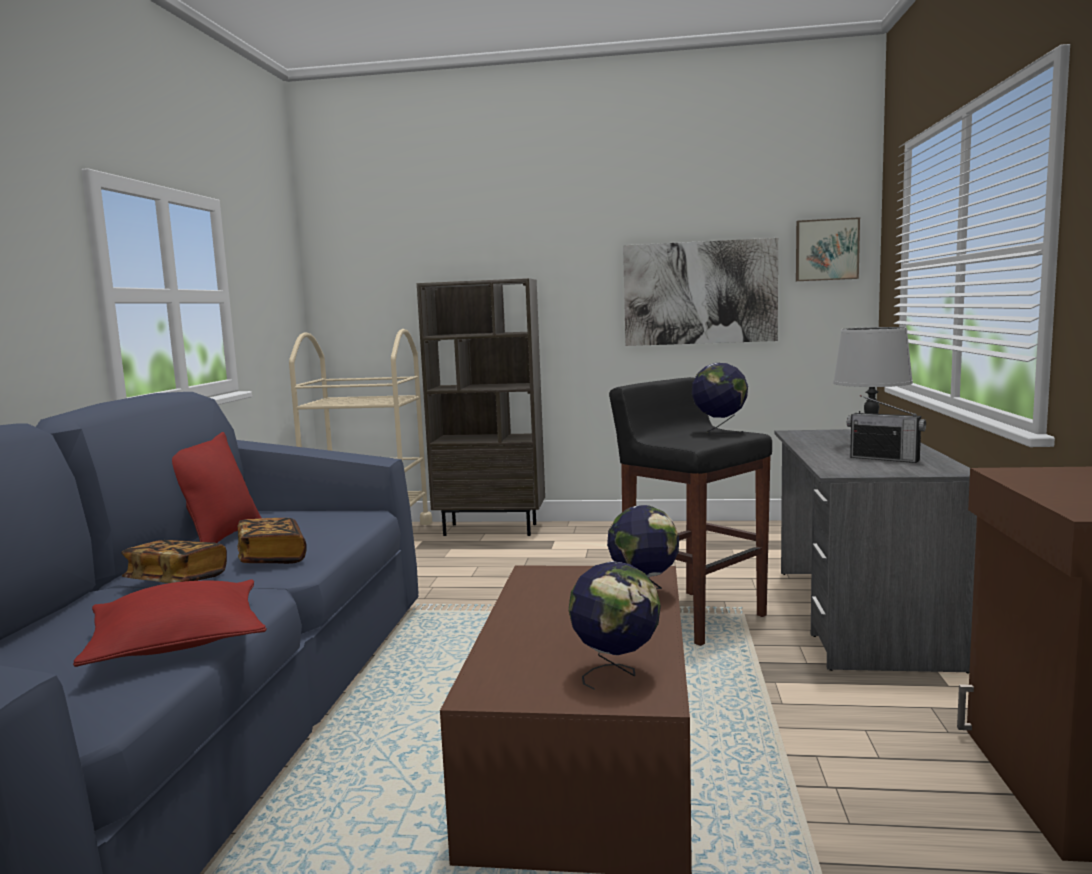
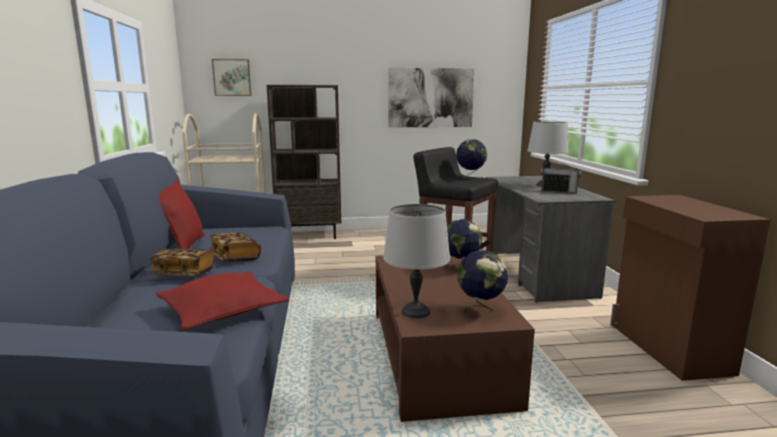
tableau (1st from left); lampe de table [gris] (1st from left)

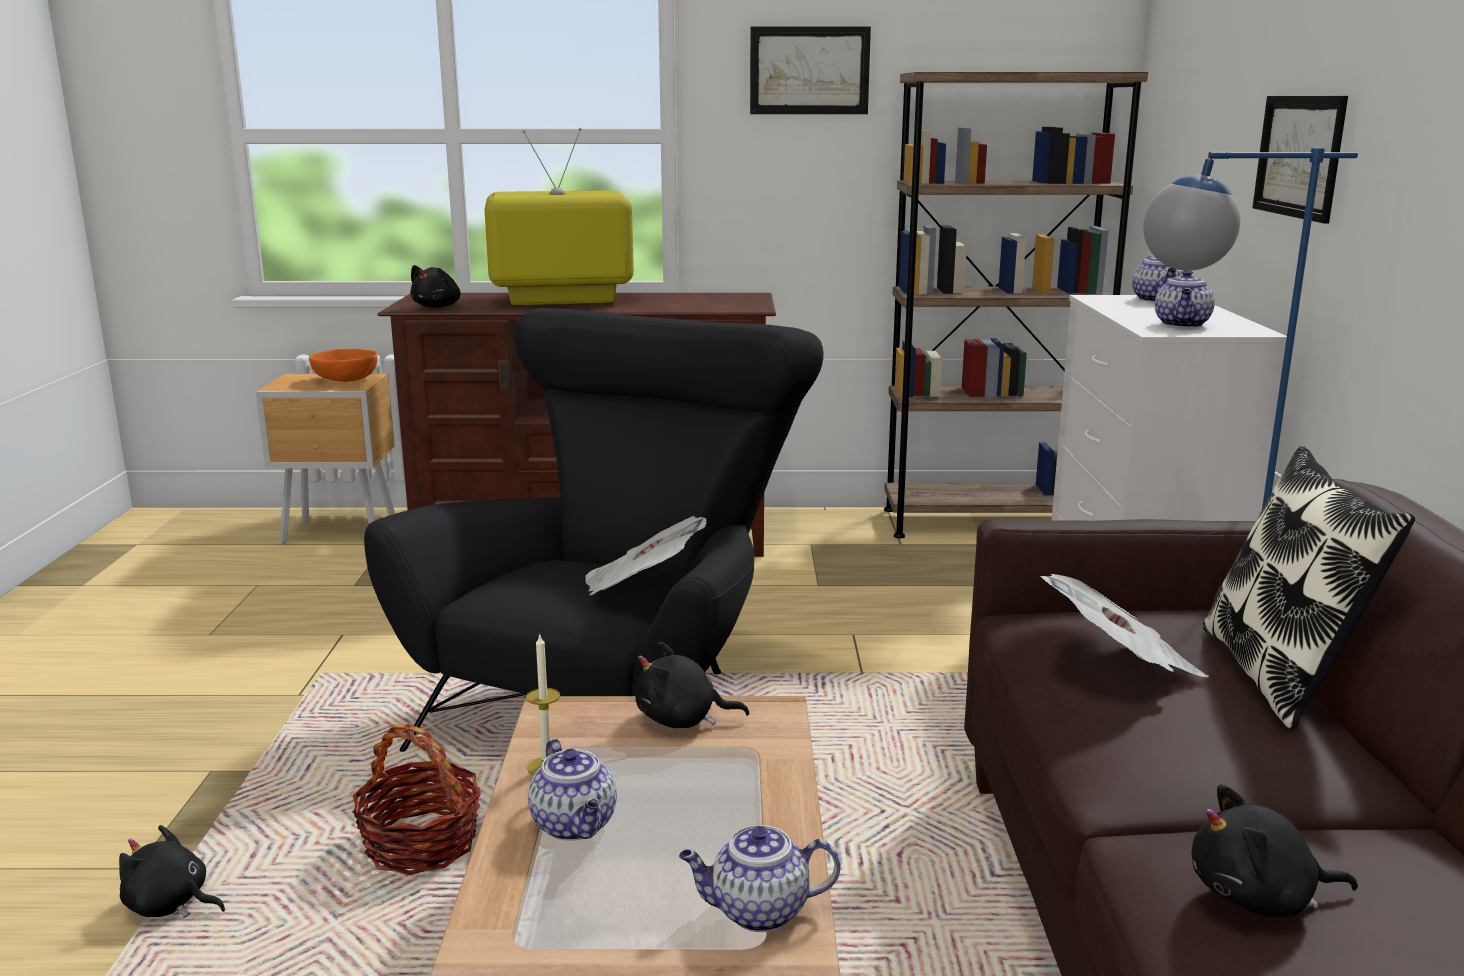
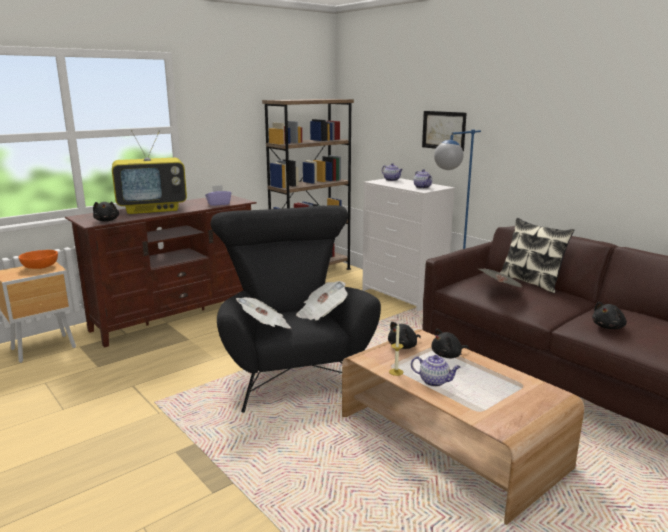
téléviseur; boîte à mouchoirs [violet]; journal (1st from left); peluche [noir] (3rd from left); panier; théière (2nd from left in the first image); tableau (1st from left in the first image)

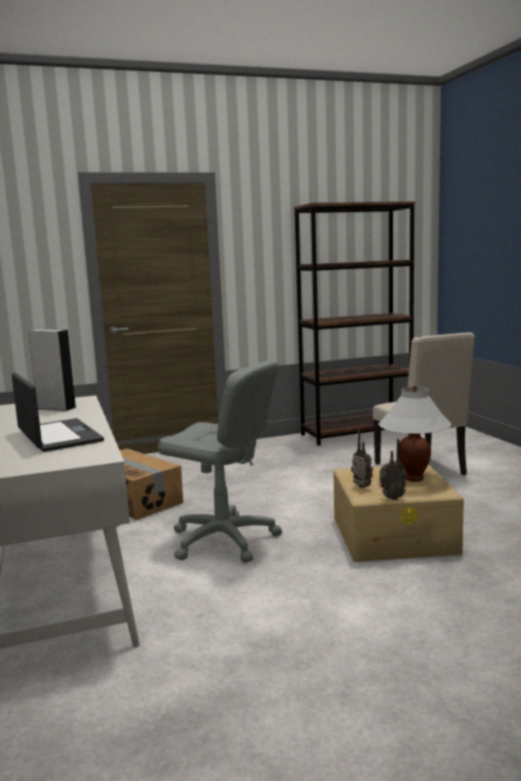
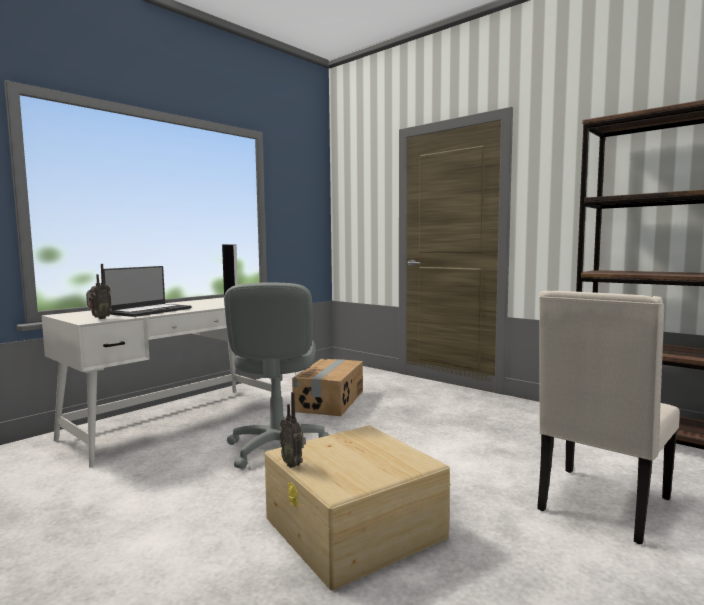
radio (1st from left); lampe de table [blanc]

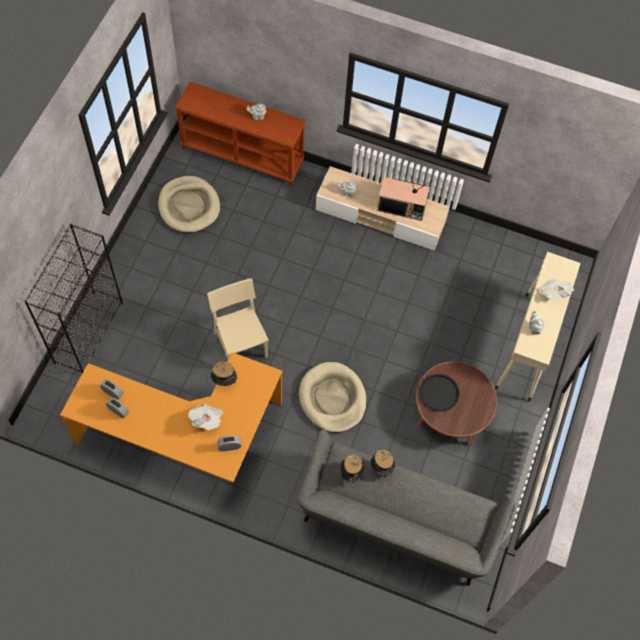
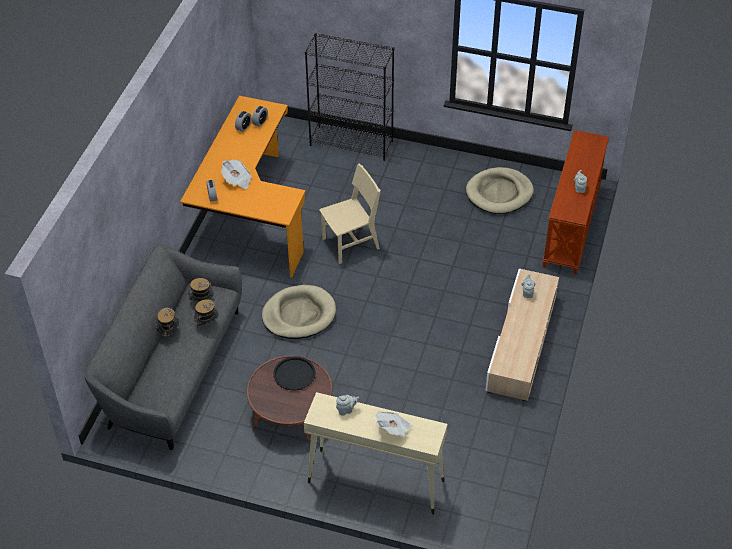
chapeau (1st from left); téléviseur

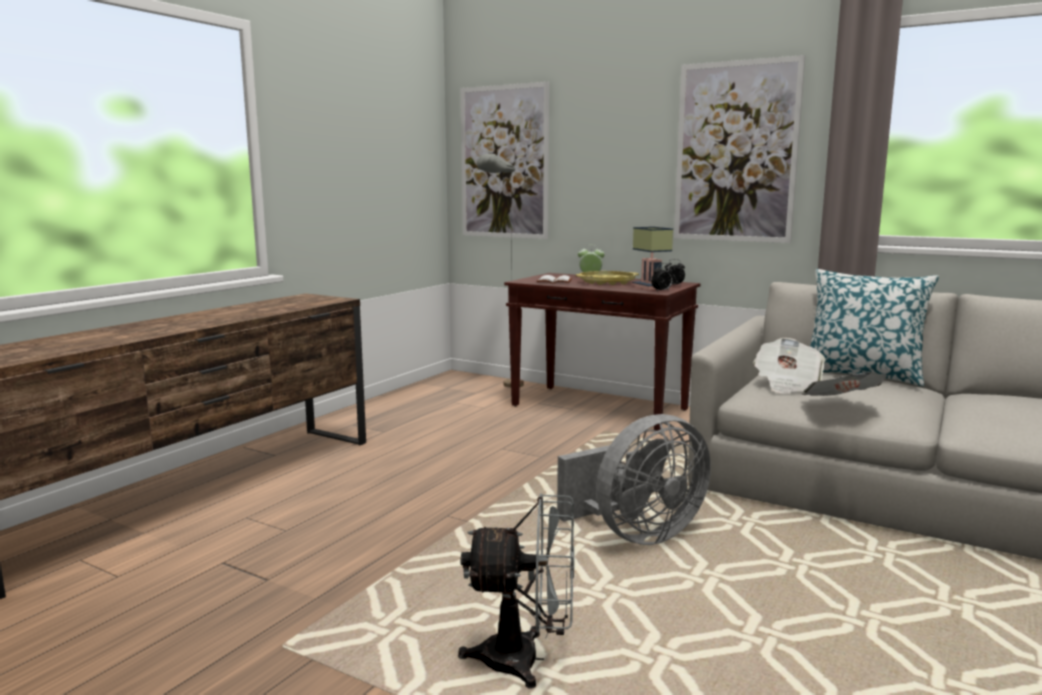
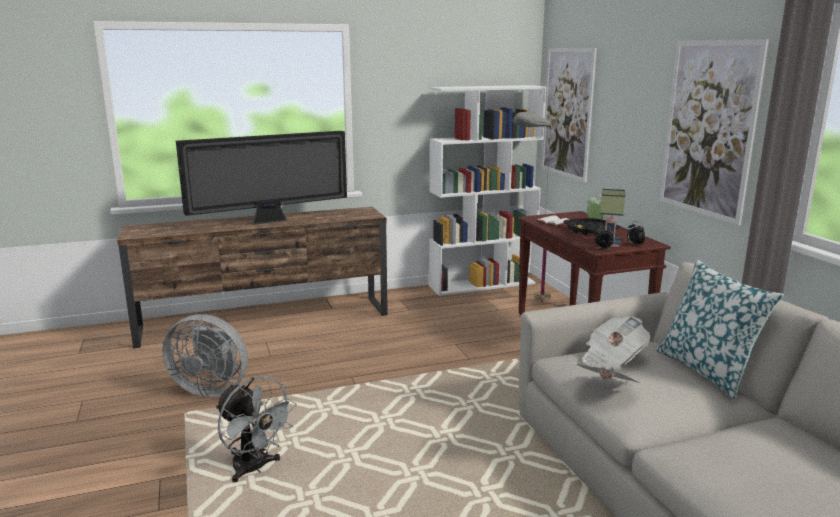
ventilateur [gris] (1st from left); téléviseur; bibliothèque [blanc]; plateau [noir]

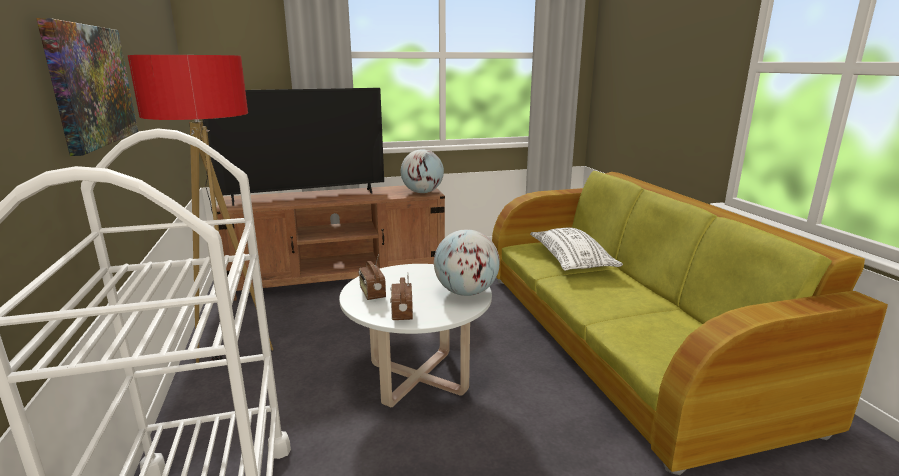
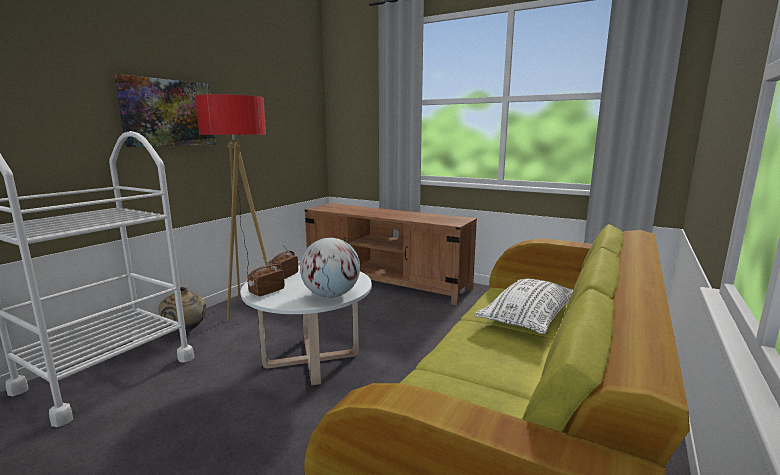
vase [beige]; téléviseur; globe (1st from left in the first image)

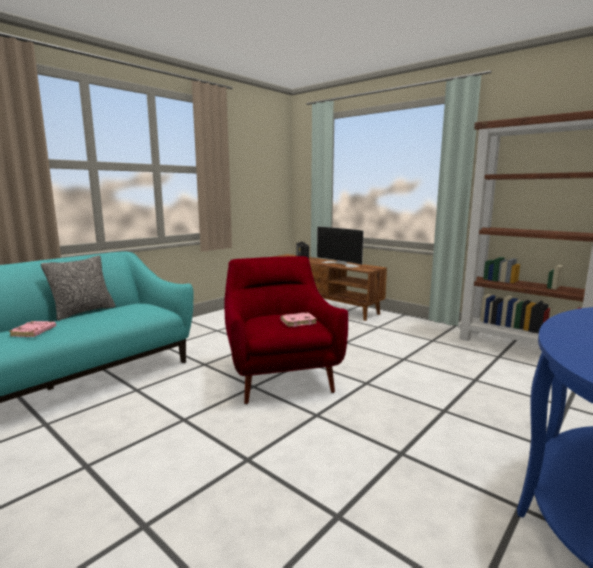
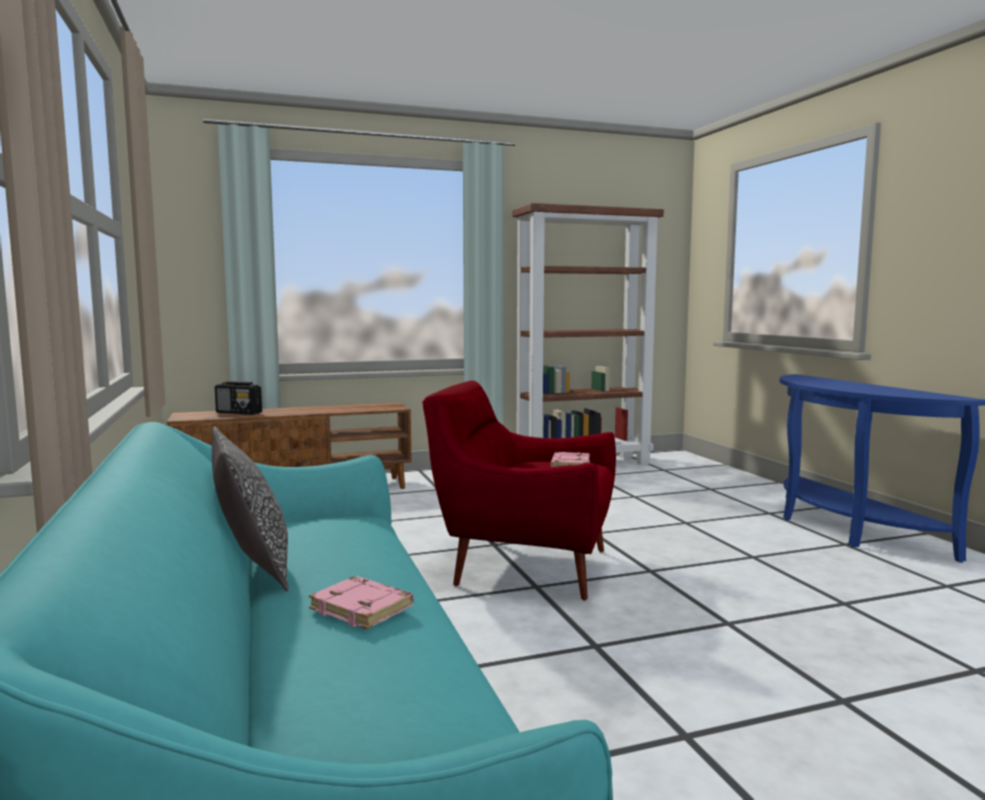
téléviseur

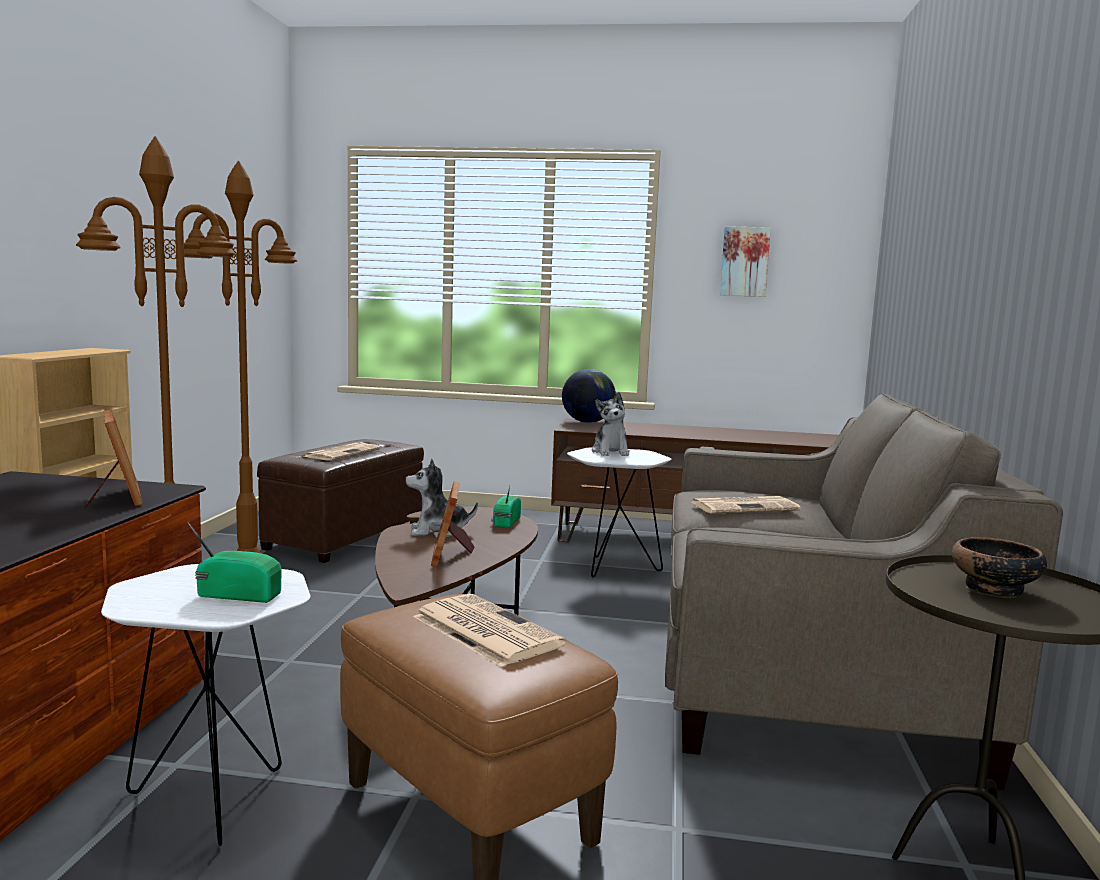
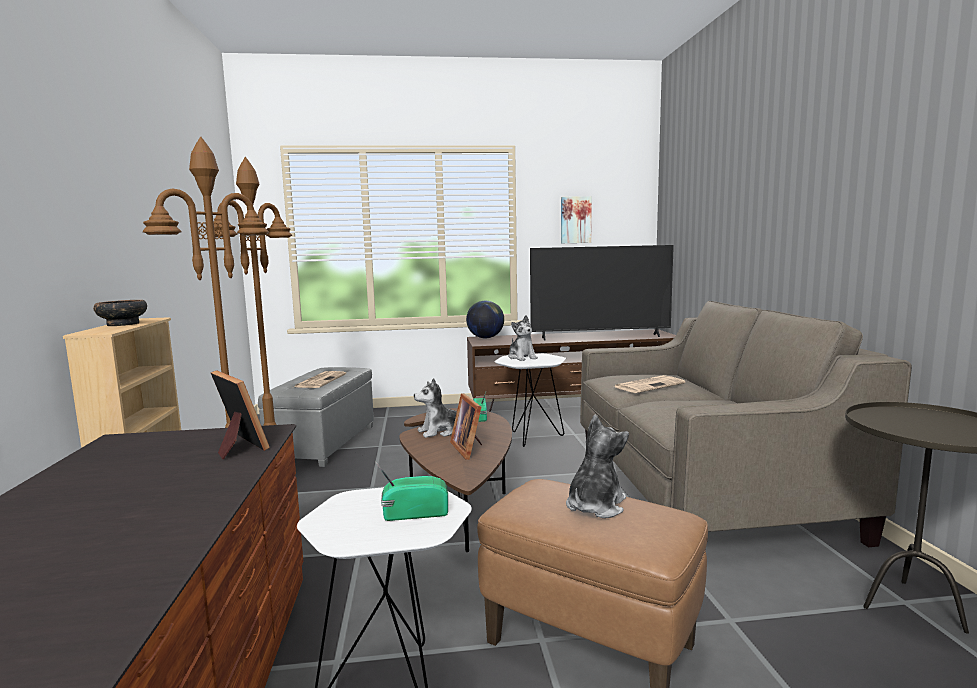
bol; pouf [gris]; téléviseur; peluche (3rd from left)

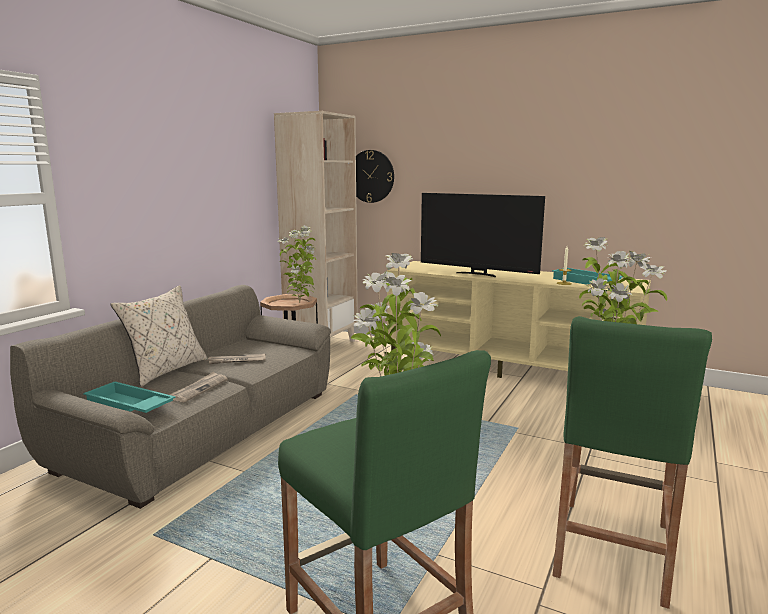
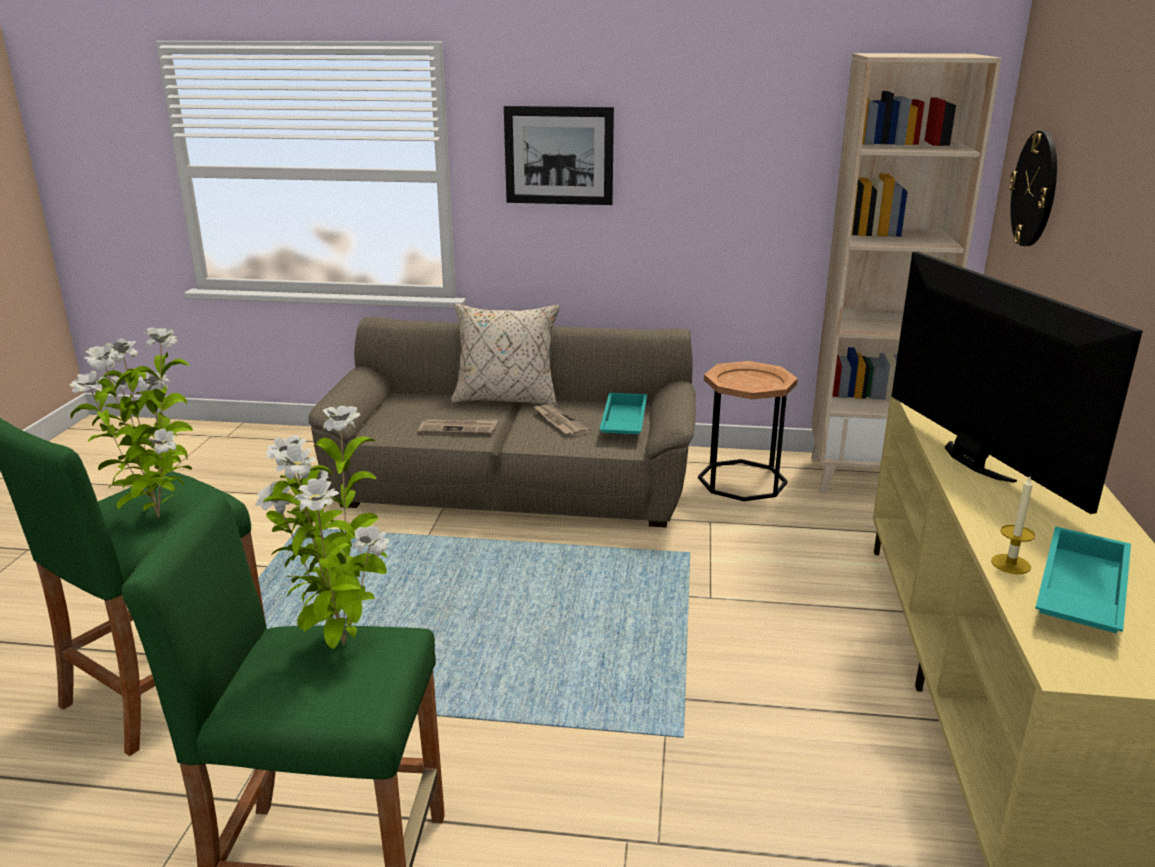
tableau; plateau [turquoise] (1st from left); téléviseur; plante en pot (1st from left in the first image)

